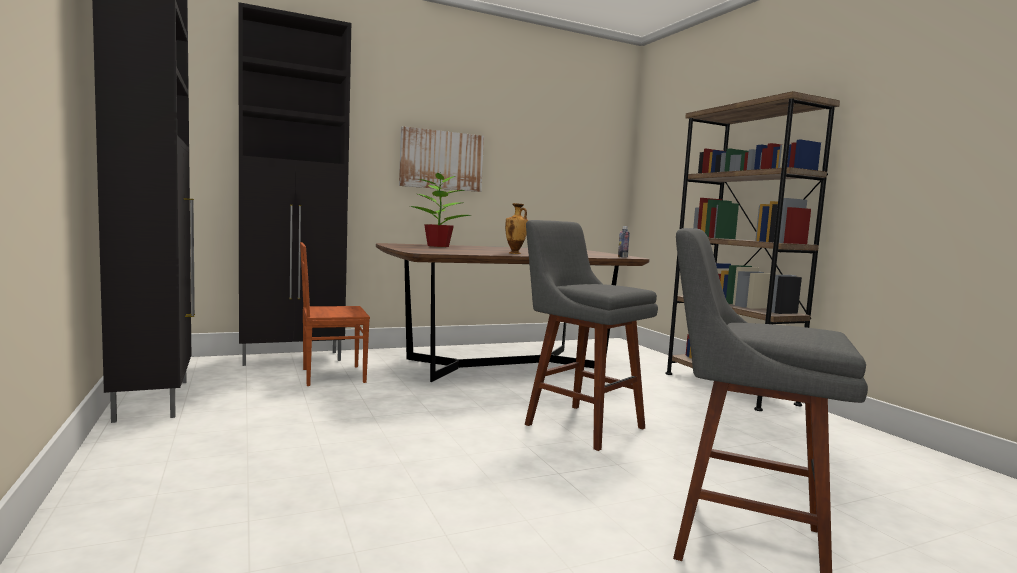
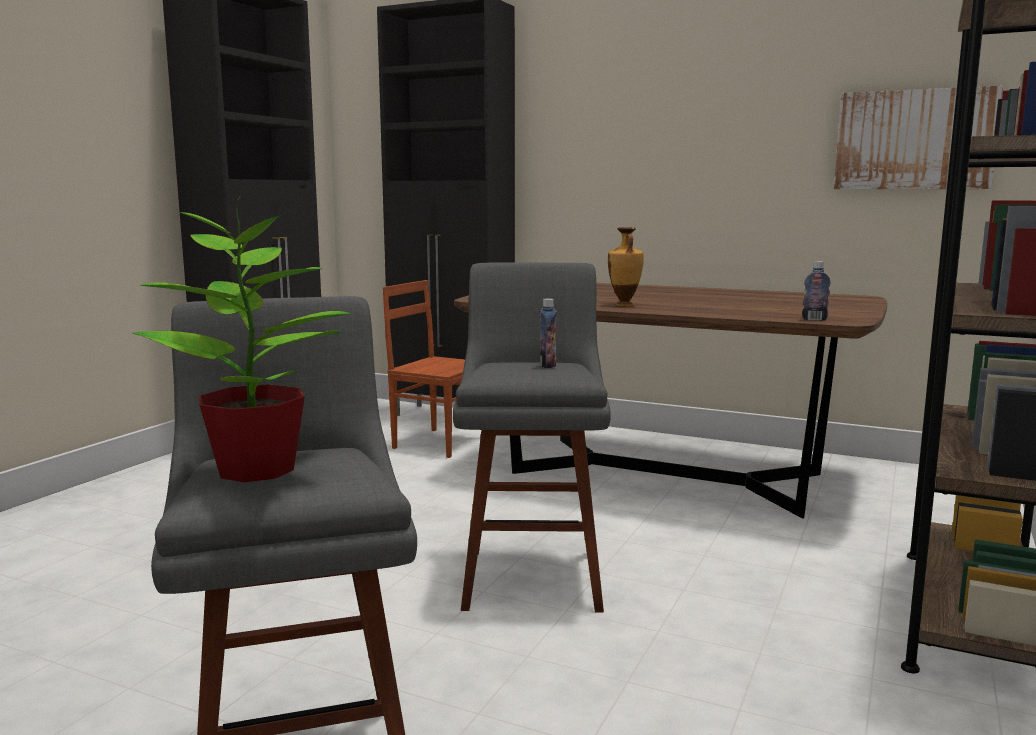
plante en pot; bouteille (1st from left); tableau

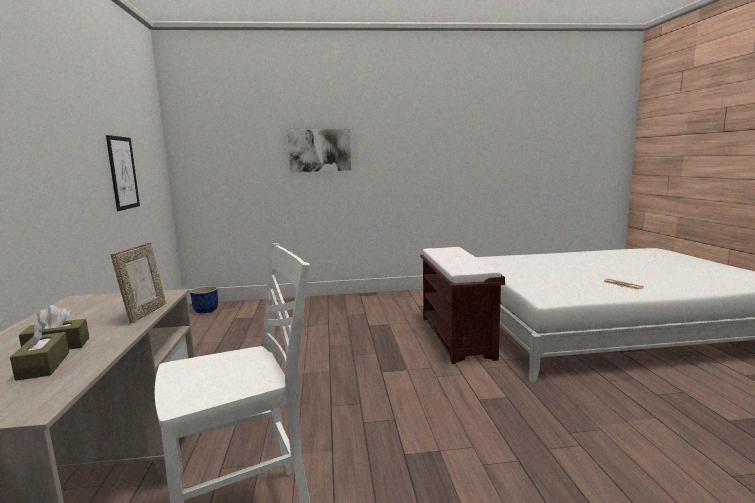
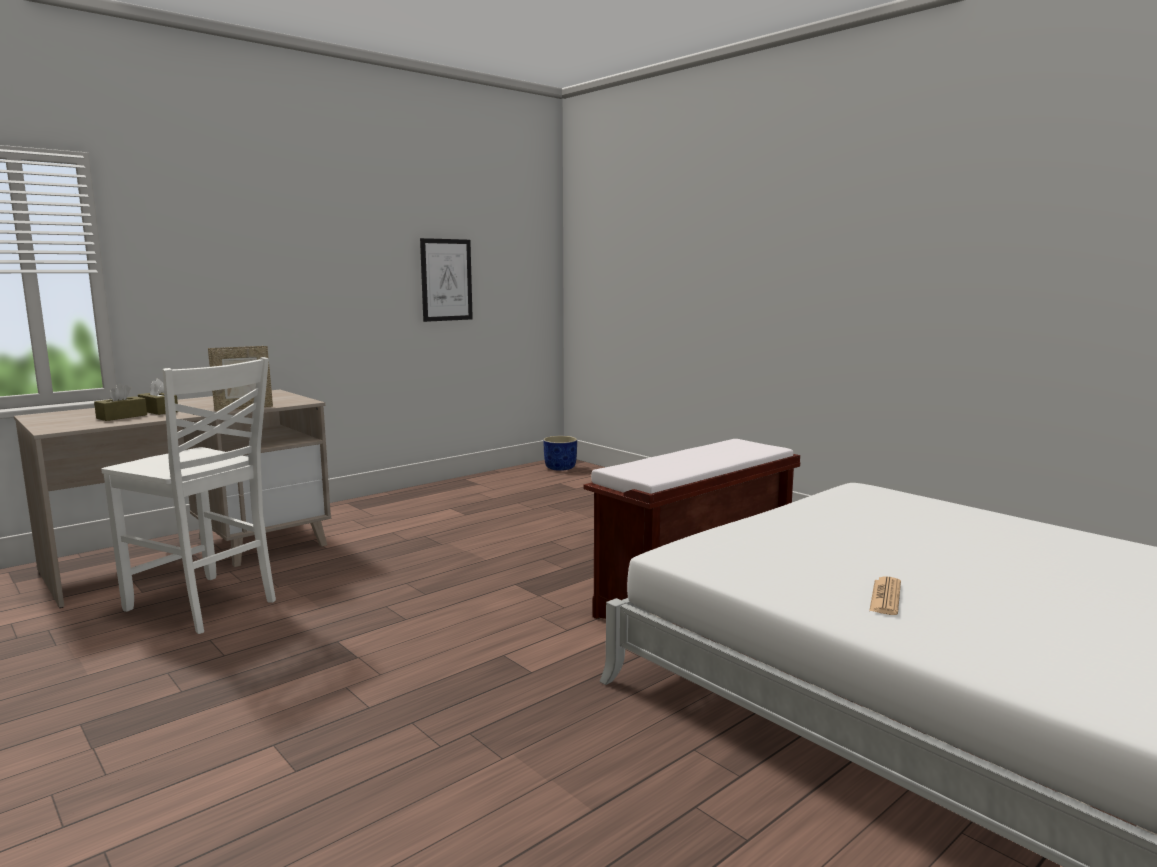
tableau (2nd from left in the first image)

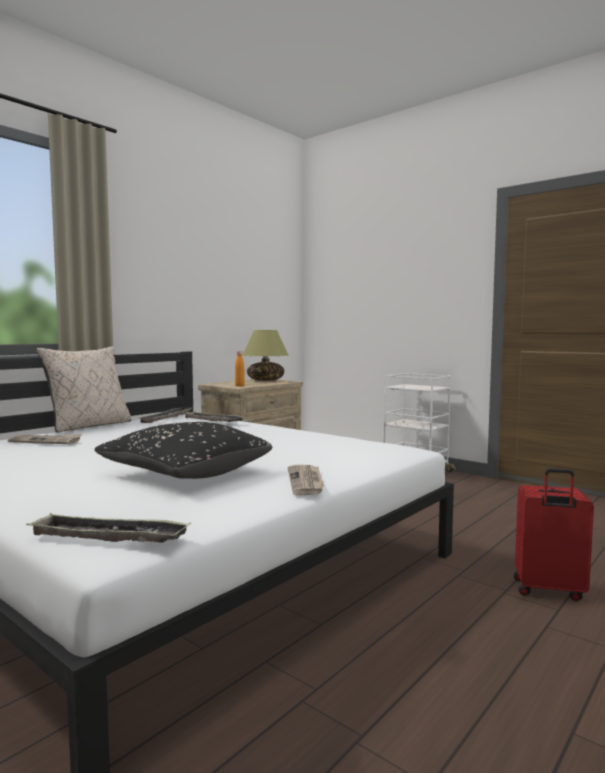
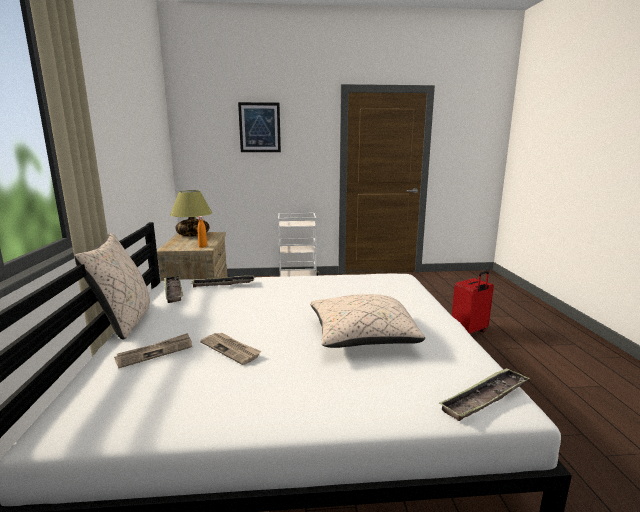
journal (2nd from left); tableau; coussin [beige] (2nd from left)

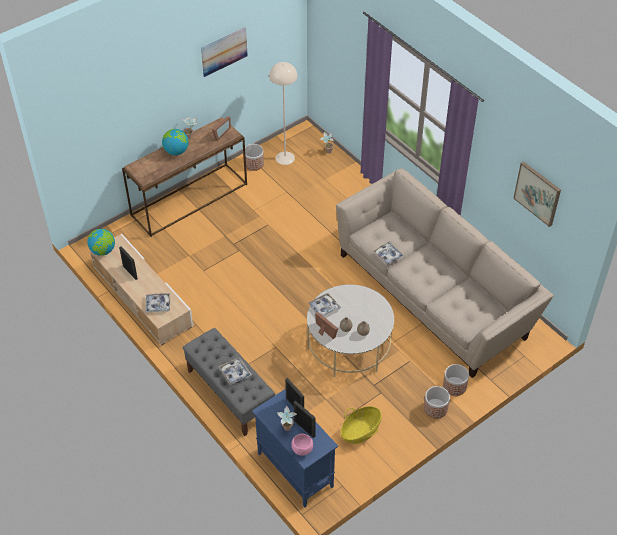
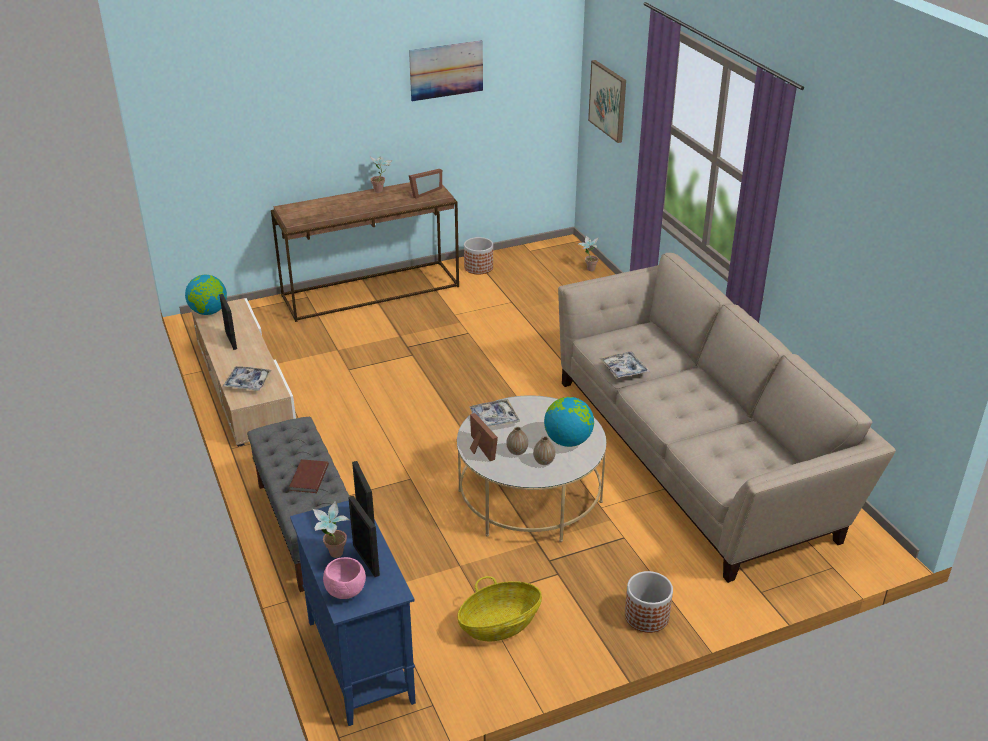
livre [marron]; globe (2nd from left); tableau (2nd from left); lampadaire [beige]; cache-pot (3rd from left in the first image)

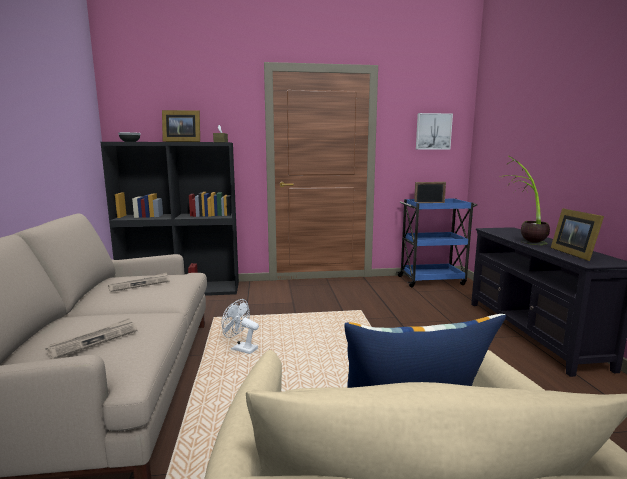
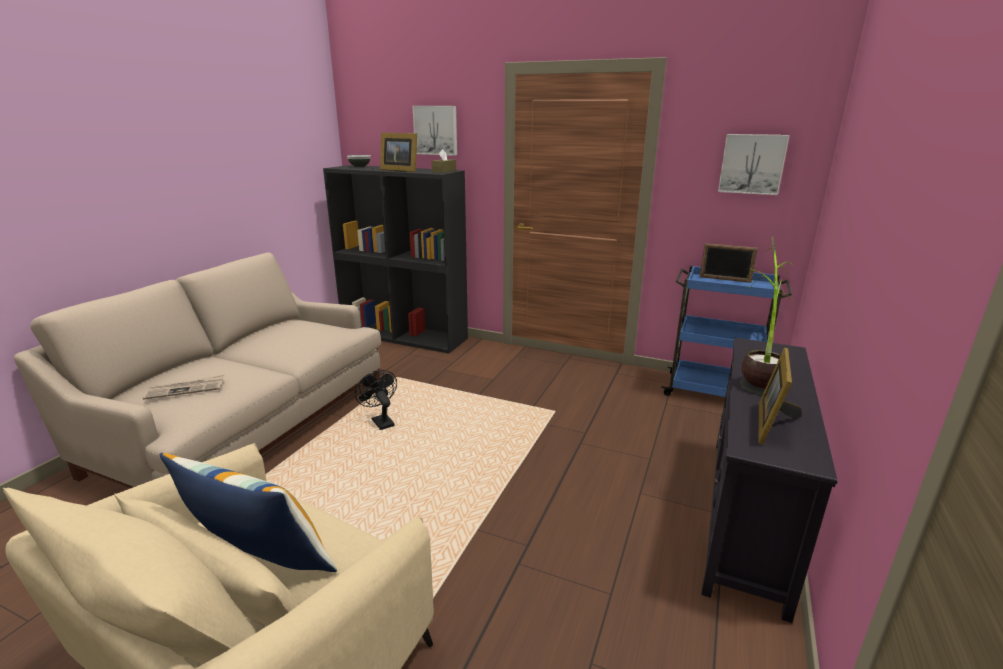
ventilateur [noir]; tableau (1st from left); journal (2nd from left in the first image)

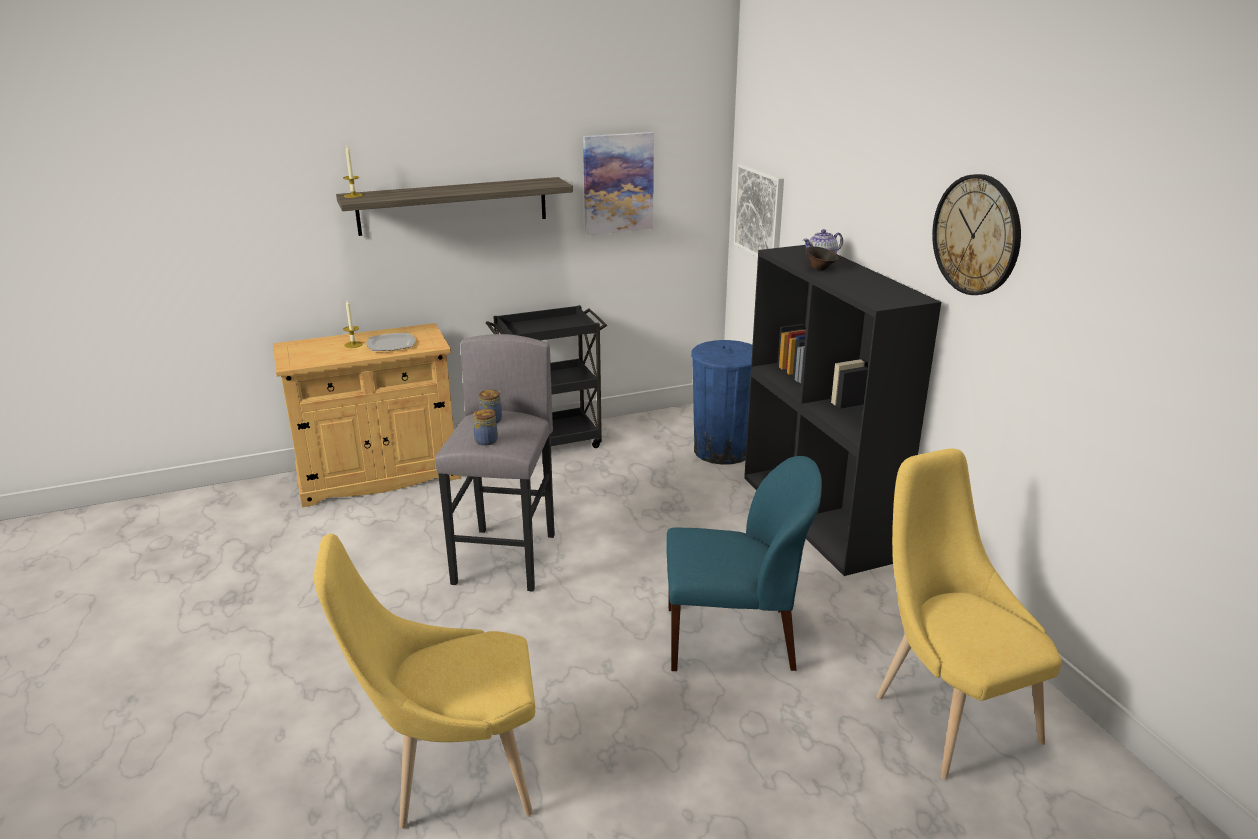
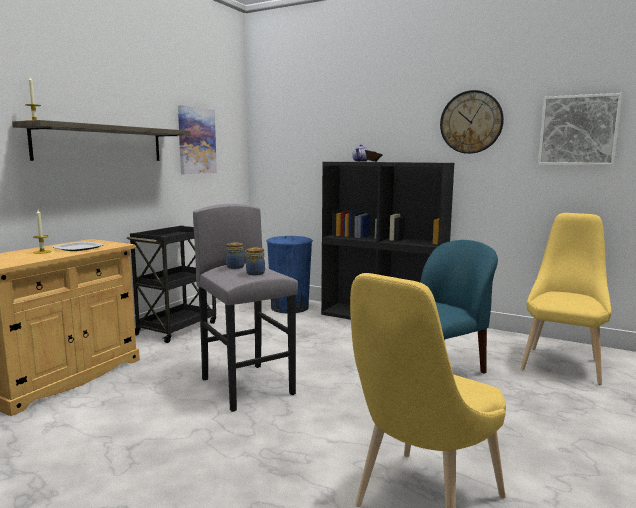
chaise [jaune] (2nd from left); tableau (2nd from left)

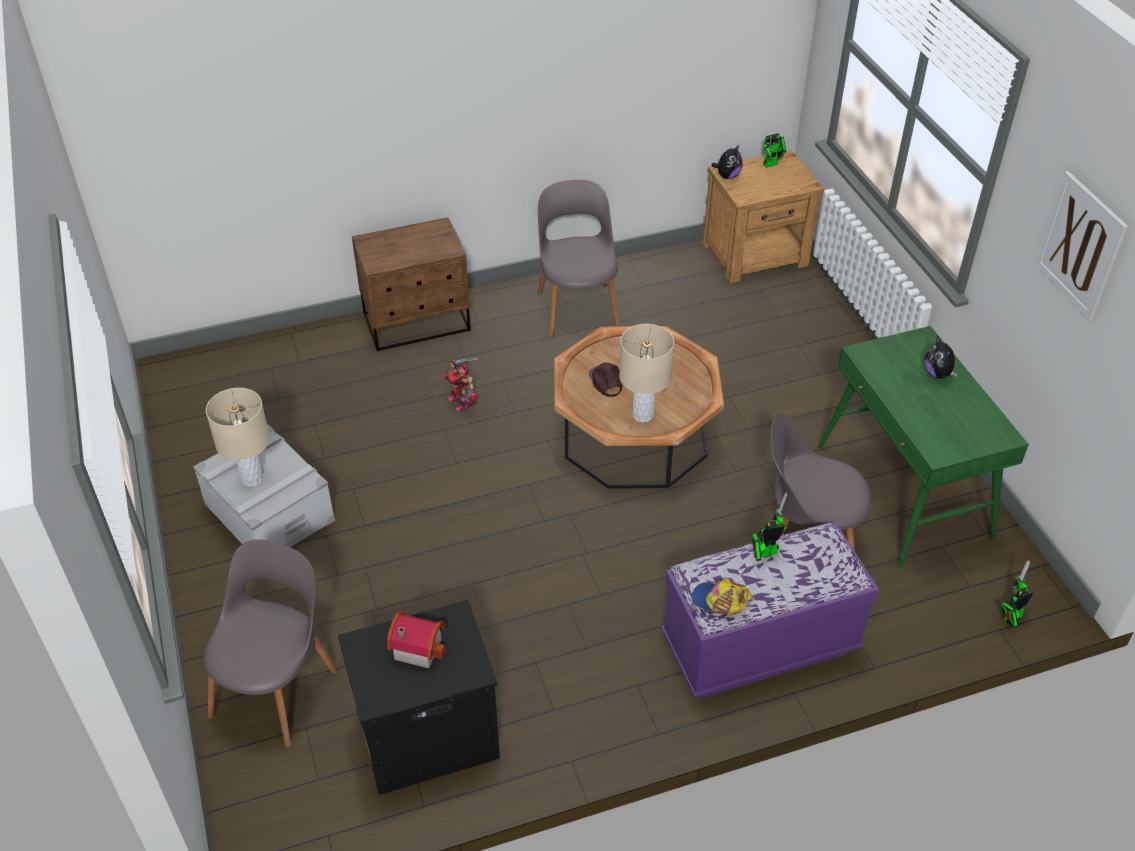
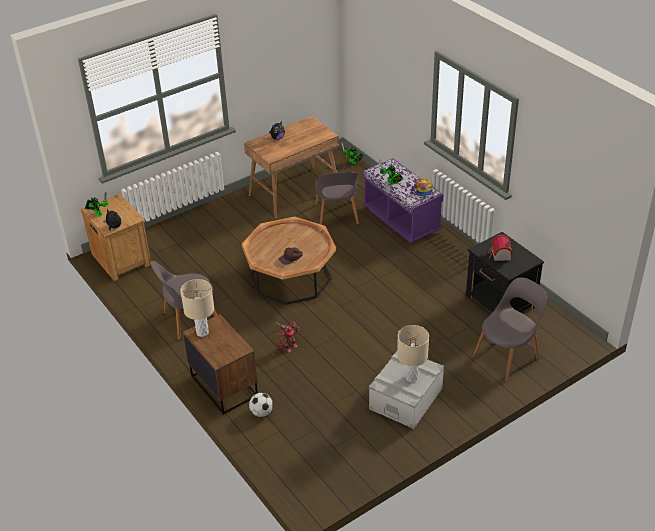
lampe de table [beige] (1st from left); bureau [marron]; ballon de foot; chaise [gris] (3rd from left); tableau

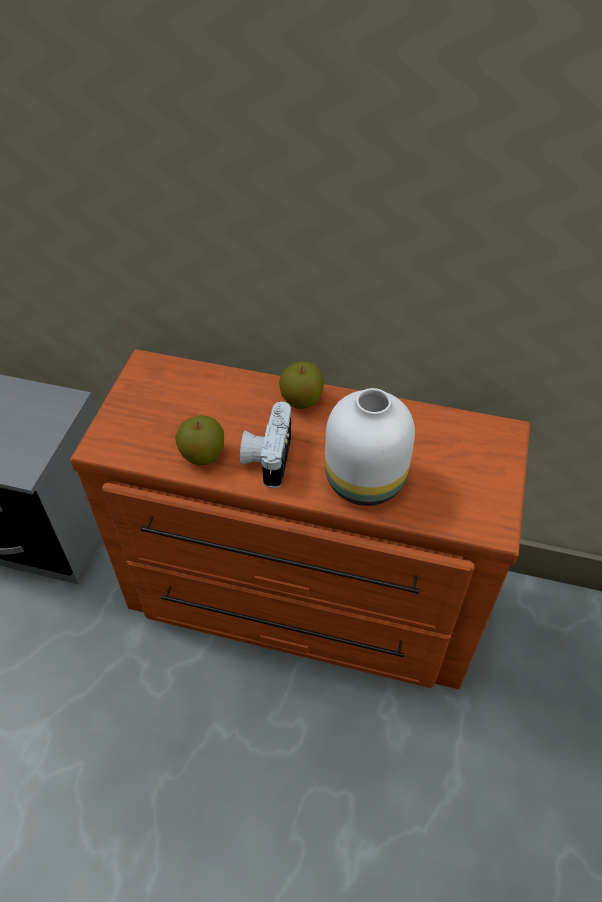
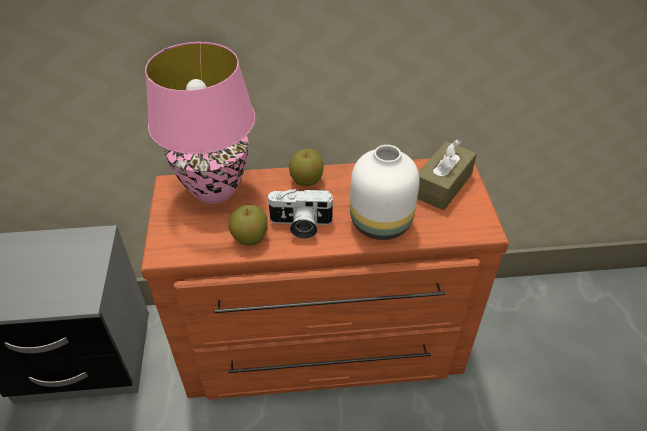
lampe de table [rose]; appareil photo; boîte à mouchoirs [marron]

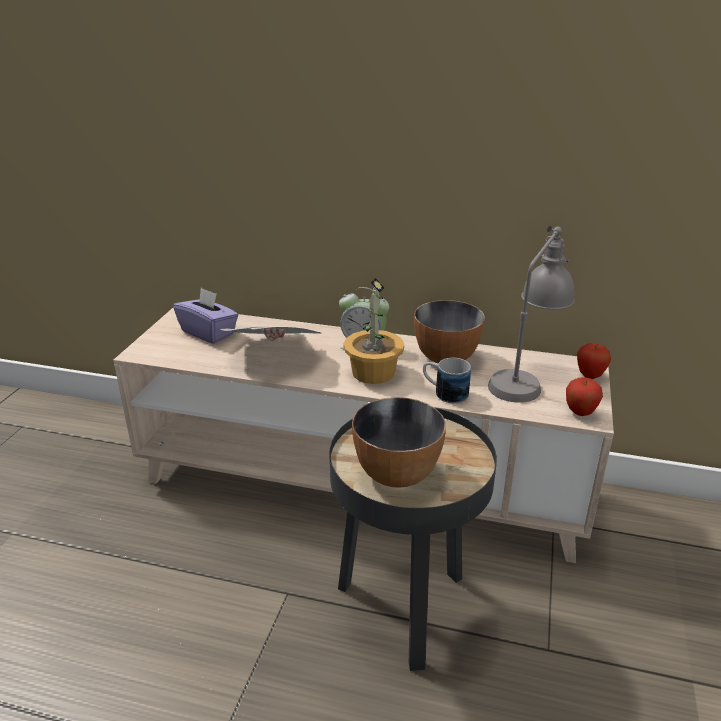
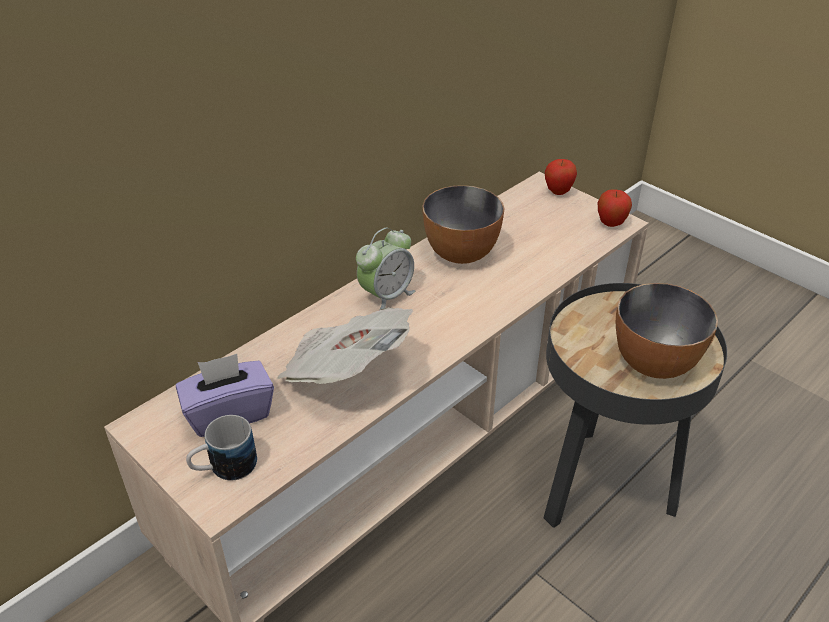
mug; plante en pot; lampe de table [gris]

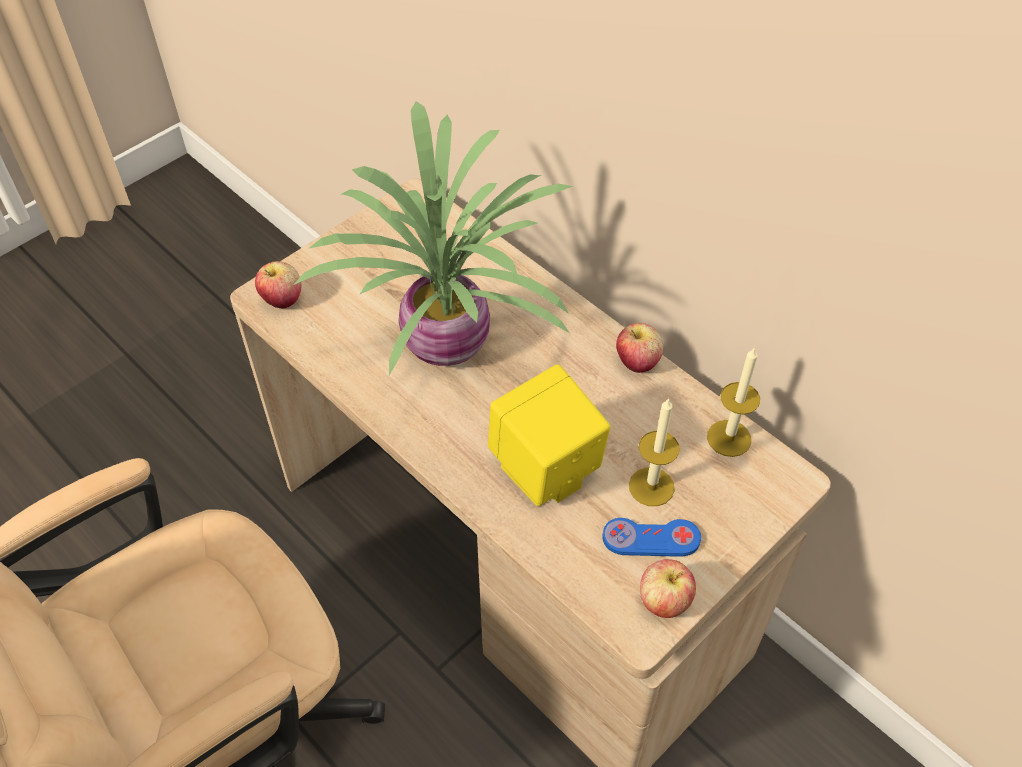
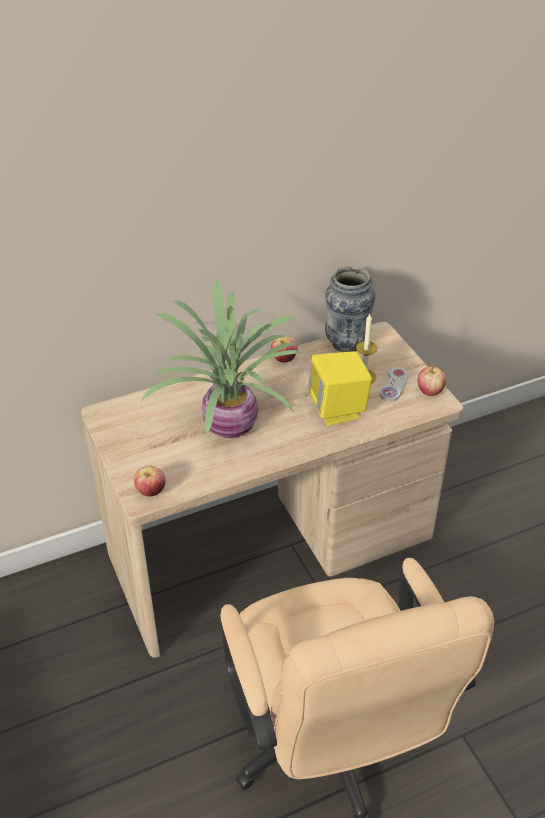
vase; manette [blanc]

